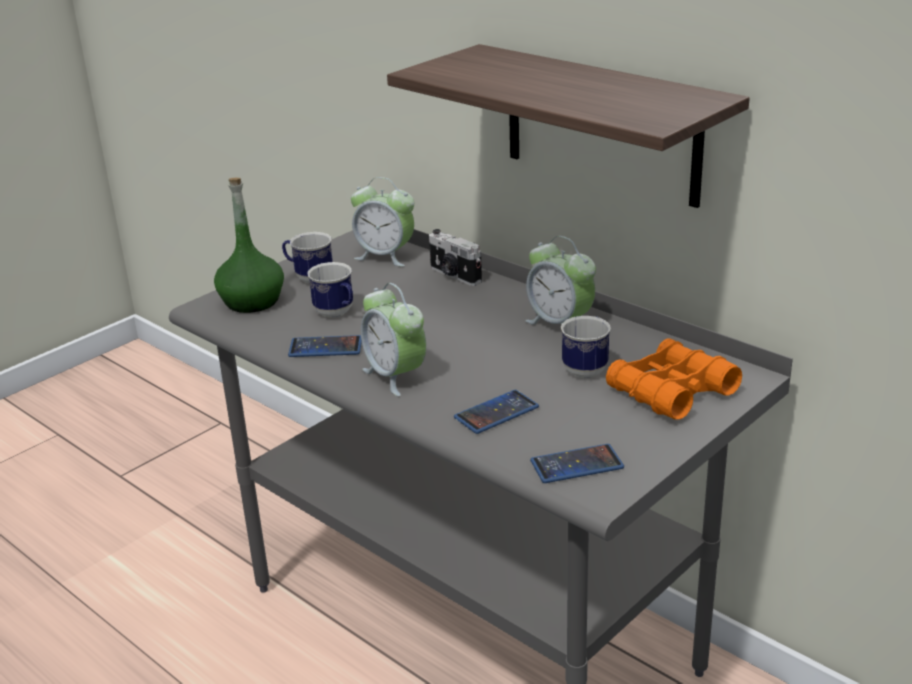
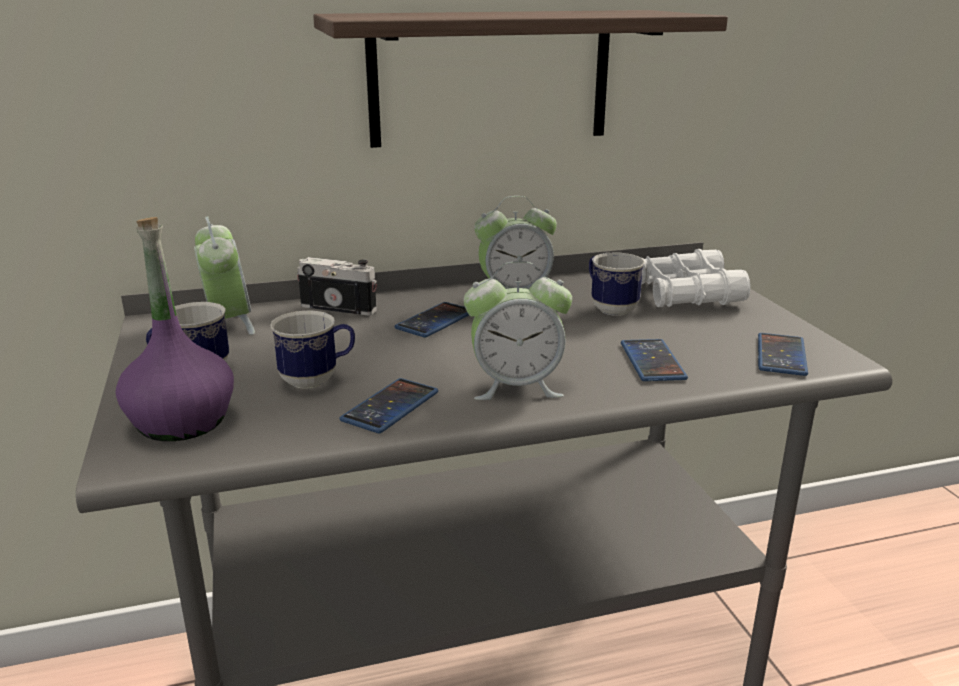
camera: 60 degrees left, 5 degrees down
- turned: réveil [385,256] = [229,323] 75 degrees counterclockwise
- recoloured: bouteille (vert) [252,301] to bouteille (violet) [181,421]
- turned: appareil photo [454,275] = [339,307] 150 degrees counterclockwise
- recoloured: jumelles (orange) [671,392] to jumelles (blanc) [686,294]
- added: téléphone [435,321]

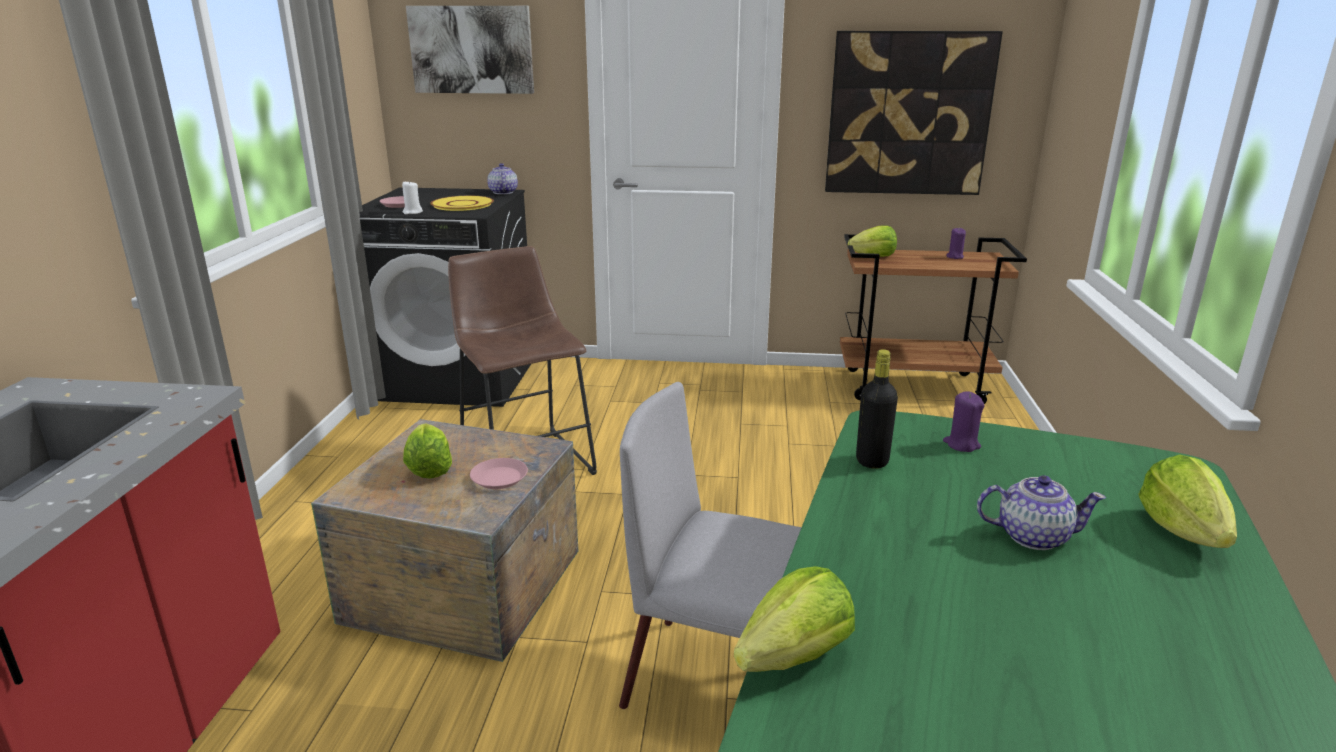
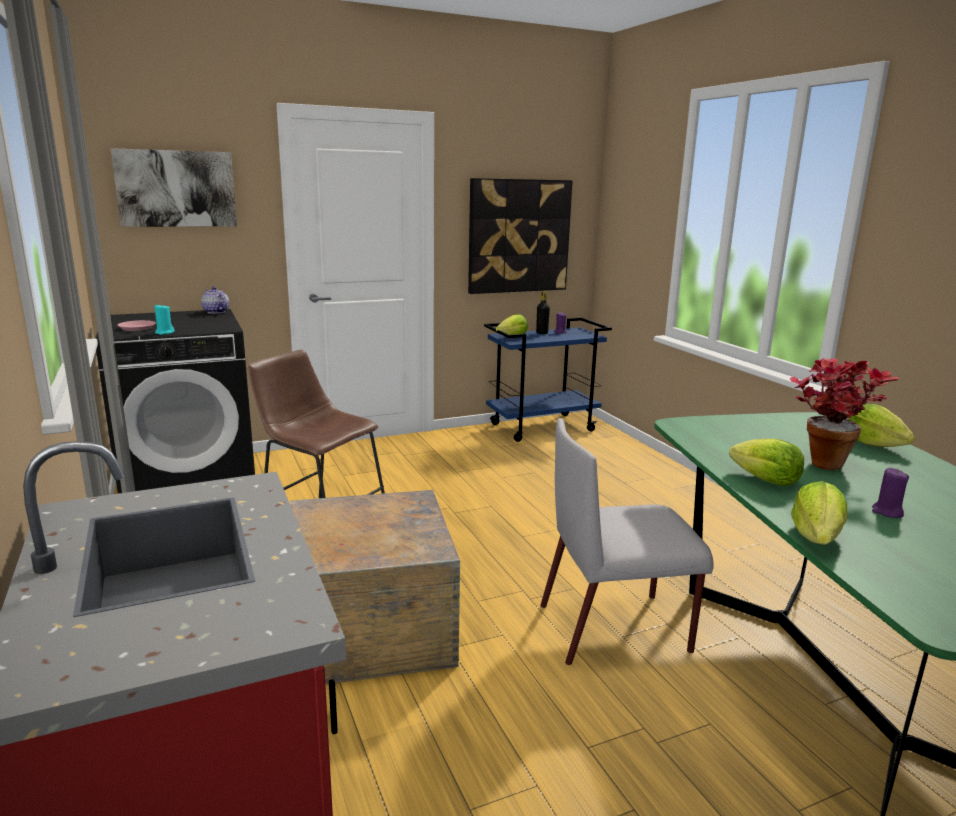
camera: 30 degrees left, 5 degrees down
- recoloured: bougie (blanc) [412,212] to bougie (turquoise) [164,332]
- removed: assiette (jaune) [462,204]
- recoloured: chariot (marron) [914,386] to chariot (bleu) [542,427]
- moved: bouteille (noir) [872,461] to [542,333]
- moved: bougie (violet) [961,444] to [887,512]
- moved: laitue [429,468] to [765,480]
- removed: assiette (rose) [499,478]
- replaced: théière [1032,536] to plante en pot [824,460]

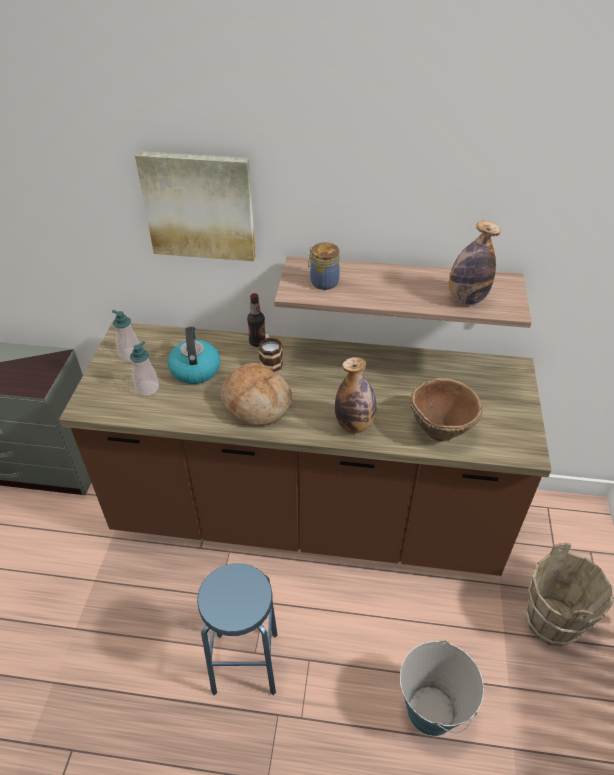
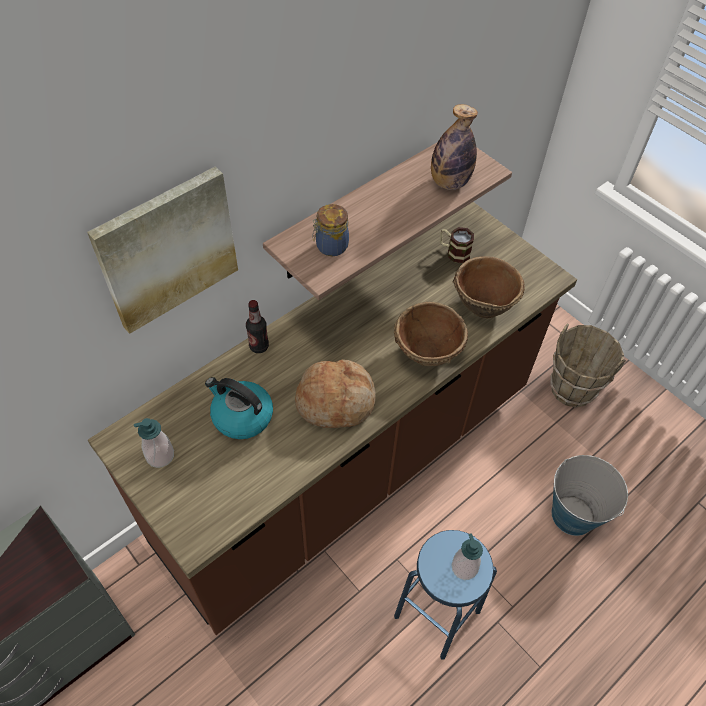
camera: 50 degrees left, 10 degrees up
- moved: mug [270,361] to [453,252]
- moved: distributeur de savon [147,388] to [464,567]
- replaced: bouteille [354,425] to bol (marron) [427,353]

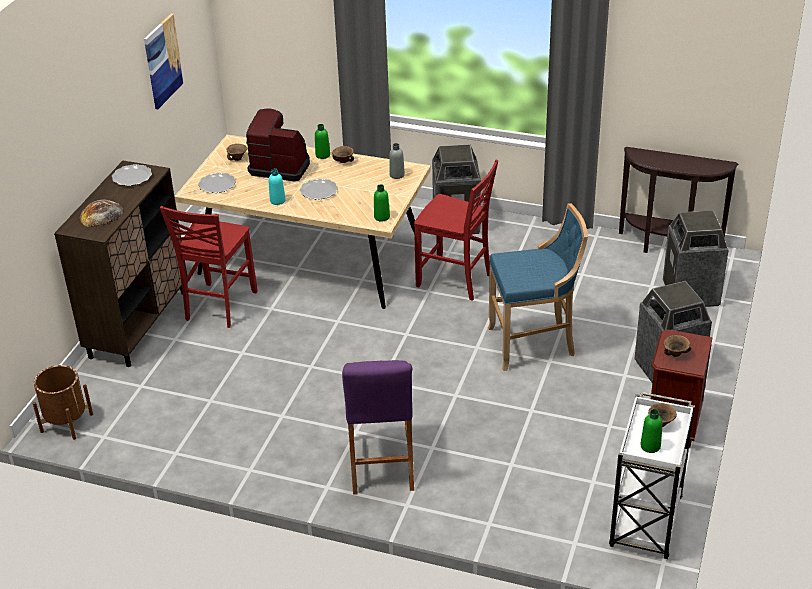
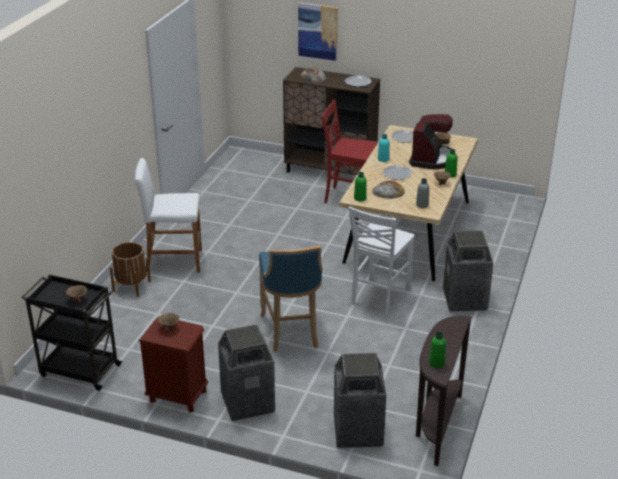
camera: 90 degrees right, 5 degrees down
- moved: tableau [163,61] to [318,31]
- recoloured: chaise (rouge) [455,280] to chaise (blanc) [379,297]
- recoloured: tabouret (violet) [381,463] to tabouret (blanc) [174,261]
- moved: cache-pot (marron) [67,423] to [131,286]
- recoloured: chariot (blanc) [645,524] to chariot (noir) [79,370]
- moved: bouteille (vert) [650,446] to [436,363]
- added: pain [388,191]

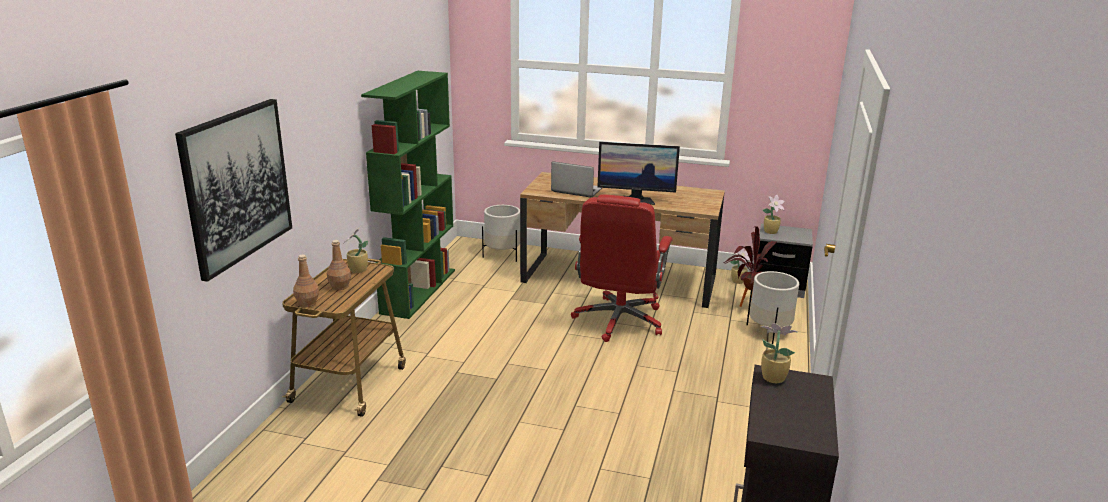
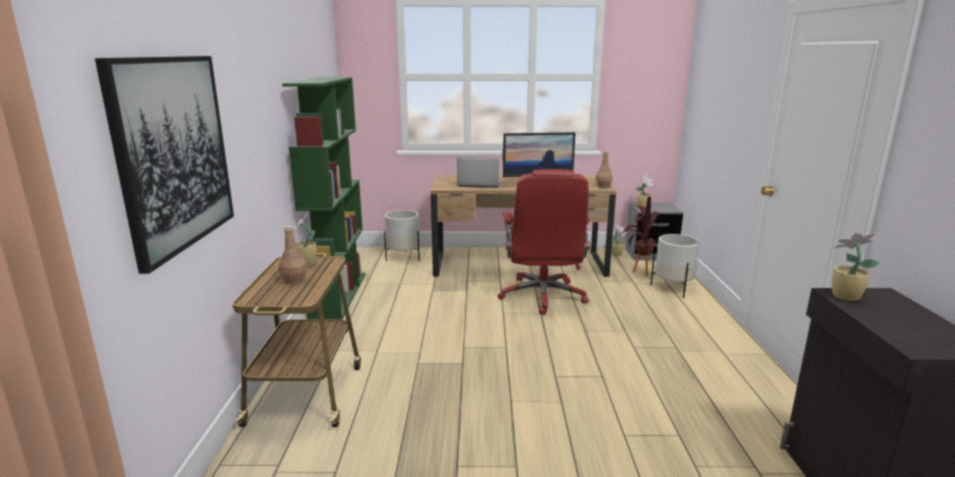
camera: 15 degrees left, 5 degrees down
- moved: bouteille (marron) [307,303] to [603,186]

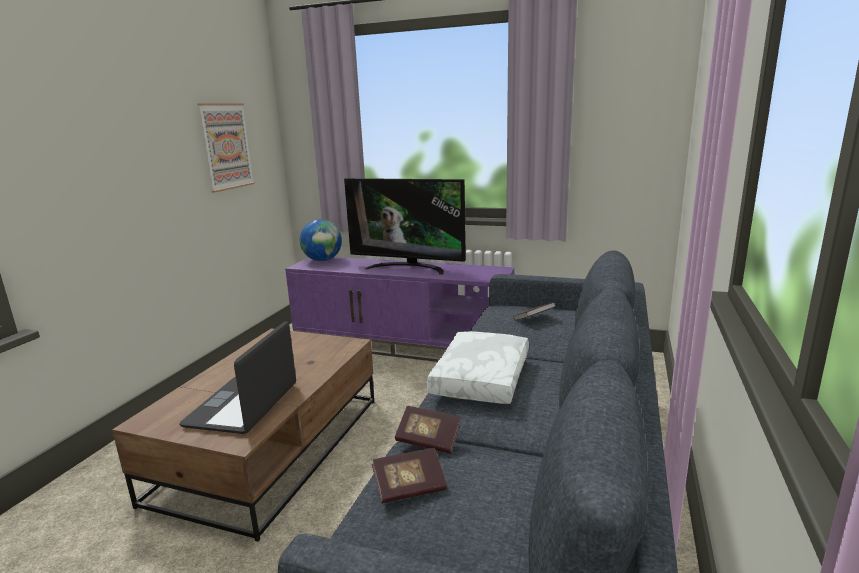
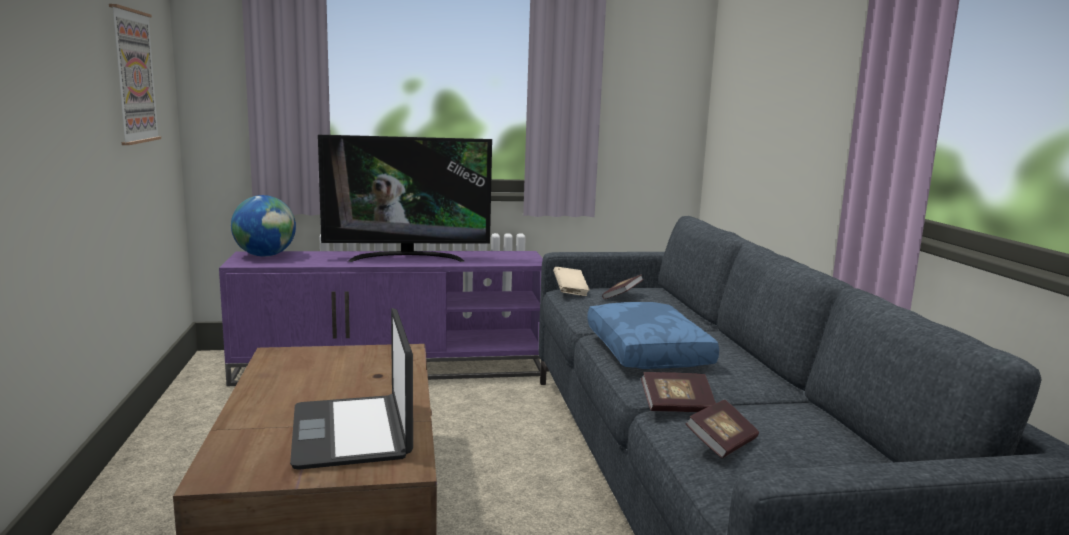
camera: 30 degrees left, 5 degrees down
- recoloured: coussin (blanc) [483,379] to coussin (bleu) [649,351]
- added: livre (beige) [570,291]

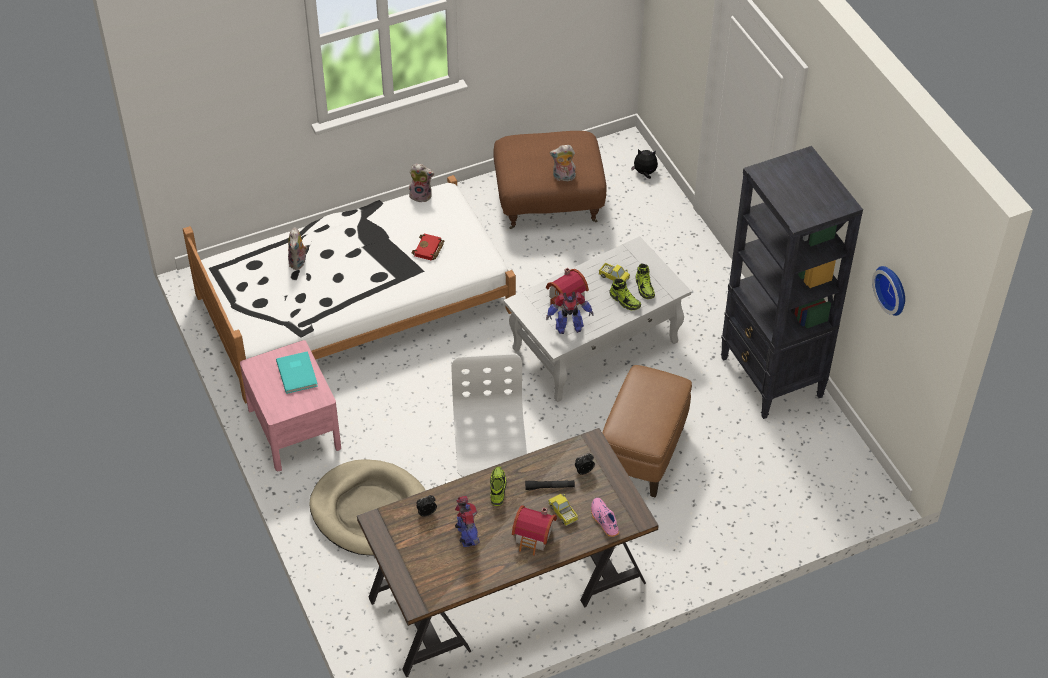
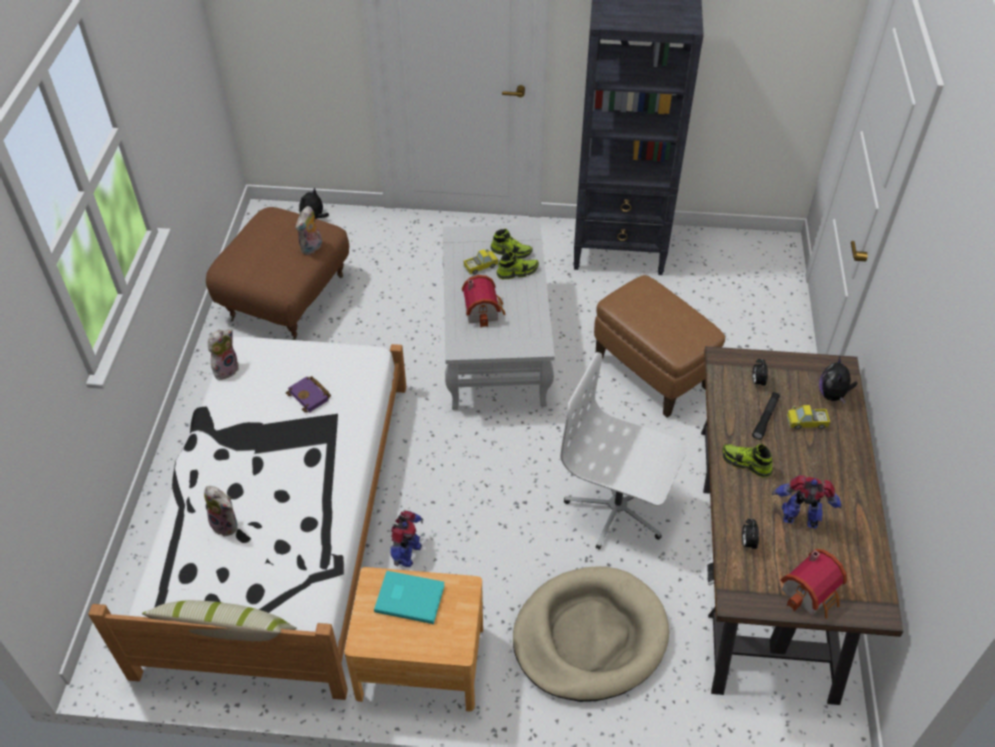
camera: 60 degrees left, 0 degrees up
- recoloured: livre (rouge) [429,250] to livre (violet) [310,396]
- removed: horloge murale [893,289]
- moved: robot jouet [568,327] to [407,553]
- recoloured: table de chevet (rose) [294,428] to table de chevet (marron) [420,662]
- replaced: chaussure (rose) [603,520] to peluche [832,395]
- moved: maison miniature [534,537] to [812,593]
- added: coussin [227,633]

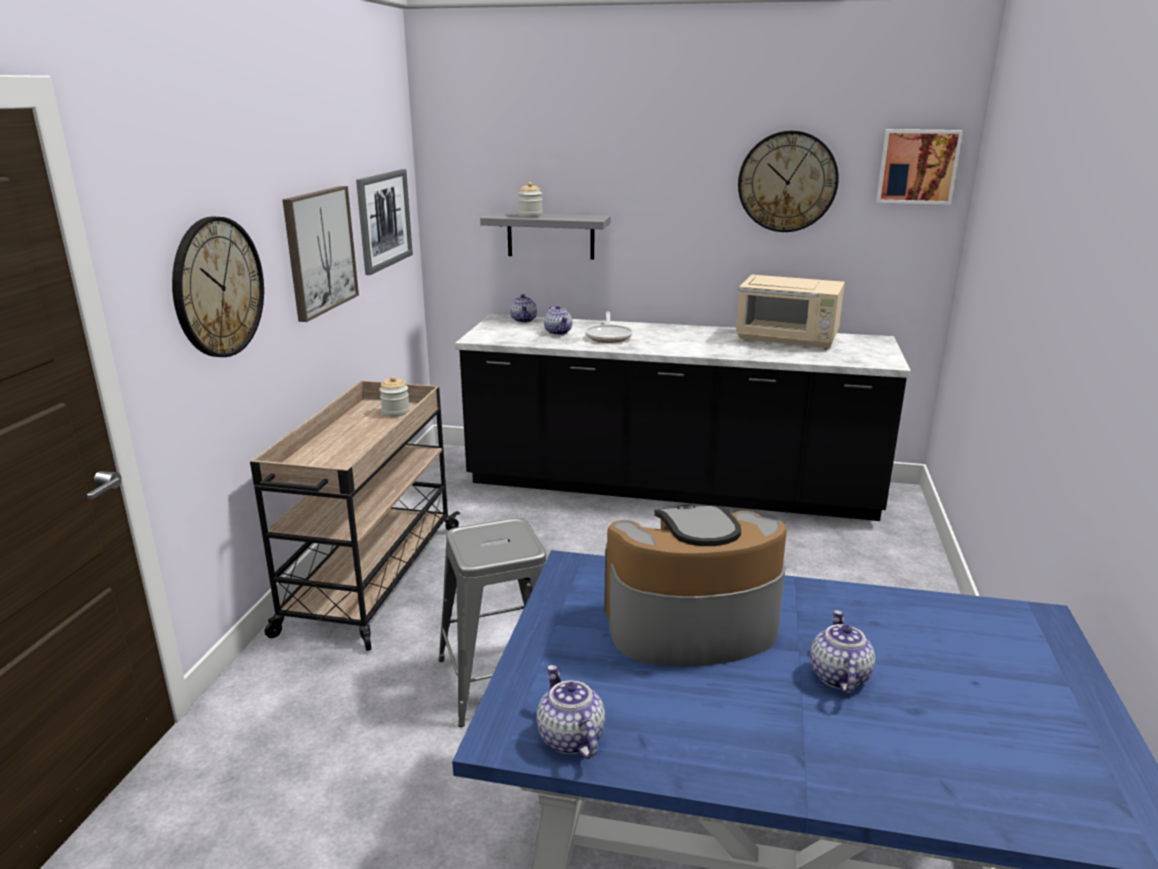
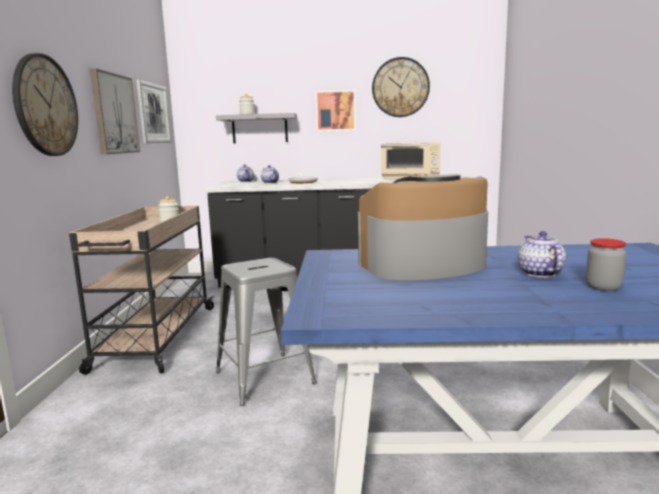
camera: 10 degrees left, 10 degrees down
- moved: tableau [917,166] to [335,111]
- removed: théière [569,737]
- added: bocal [603,287]

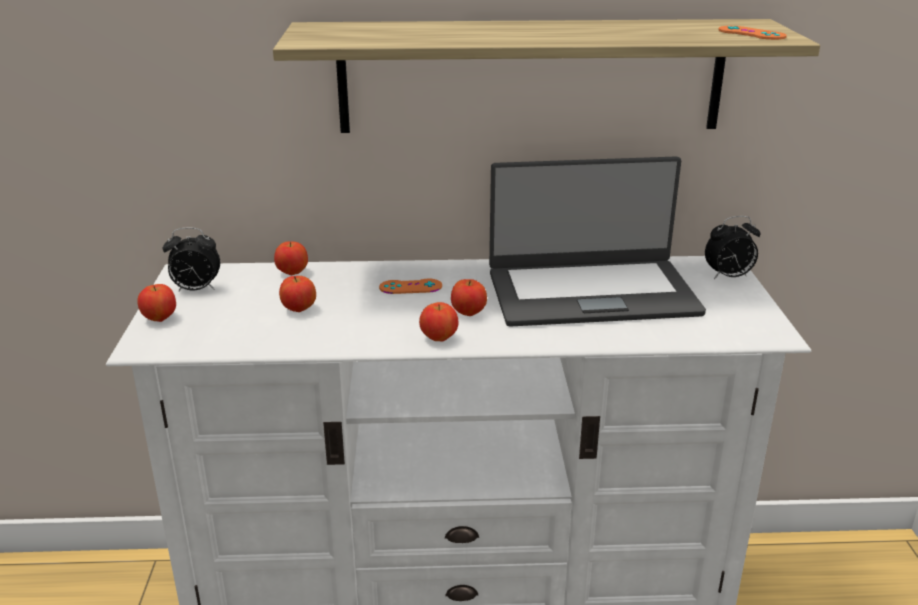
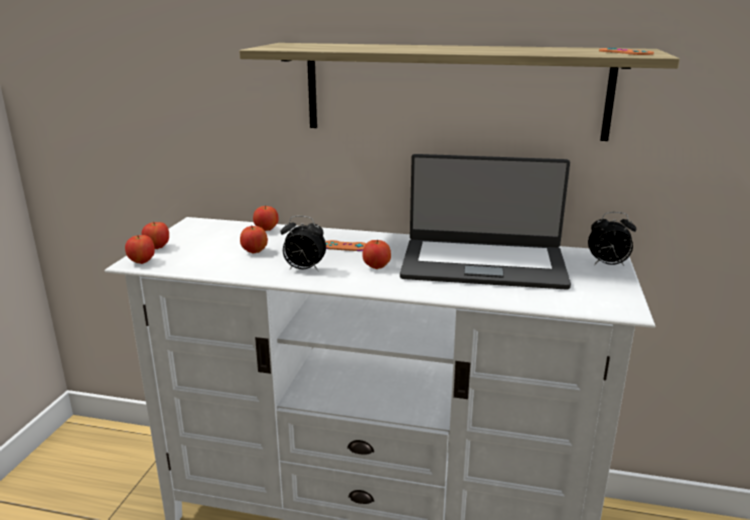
camera: 15 degrees right, 5 degrees down
- moved: réveil [196,290] to [303,269]
- moved: pomme [439,338] to [142,262]

